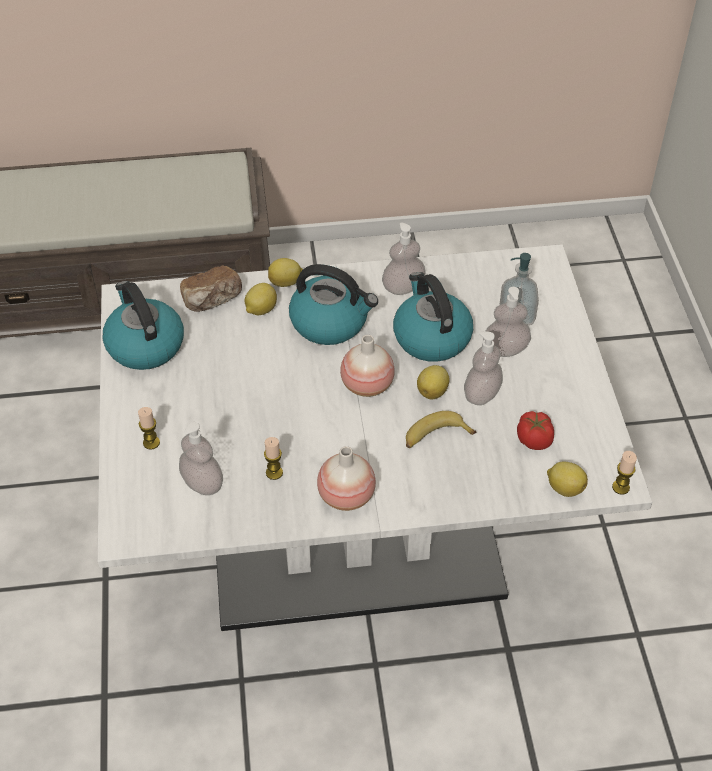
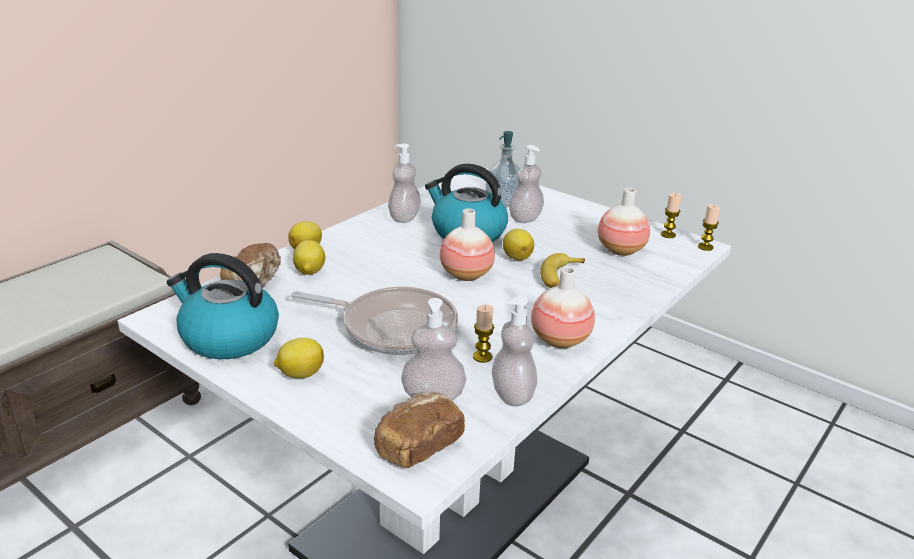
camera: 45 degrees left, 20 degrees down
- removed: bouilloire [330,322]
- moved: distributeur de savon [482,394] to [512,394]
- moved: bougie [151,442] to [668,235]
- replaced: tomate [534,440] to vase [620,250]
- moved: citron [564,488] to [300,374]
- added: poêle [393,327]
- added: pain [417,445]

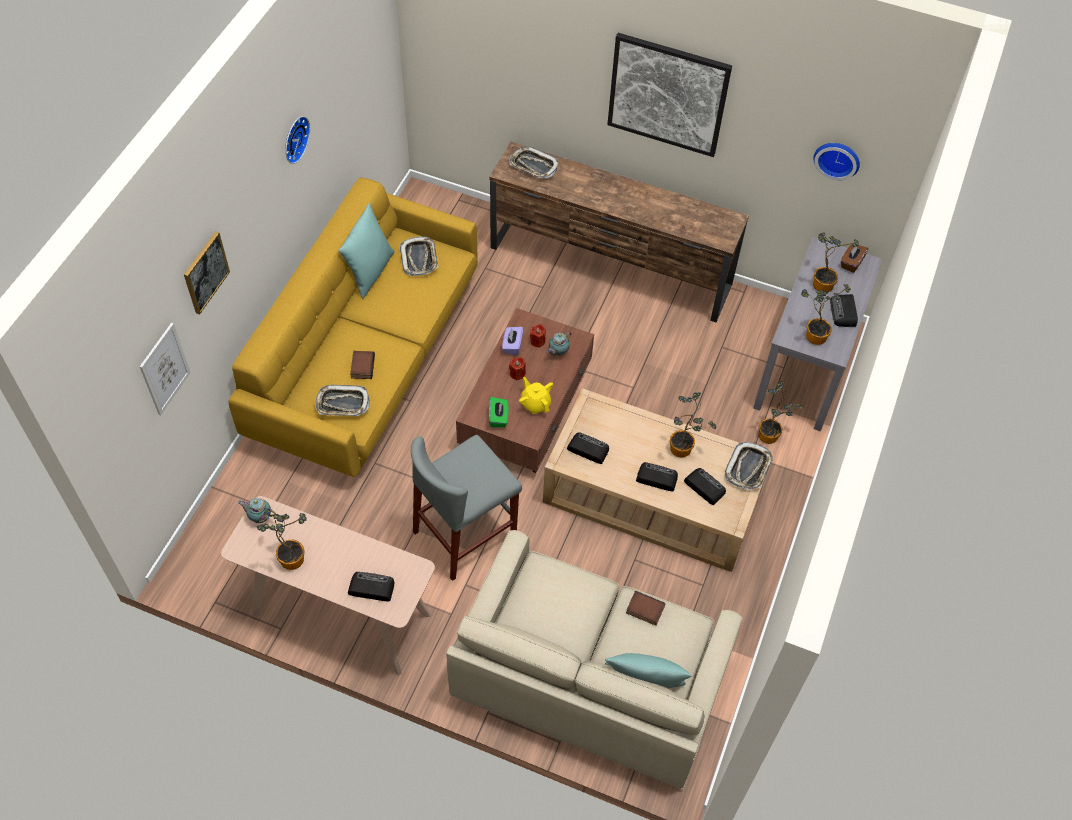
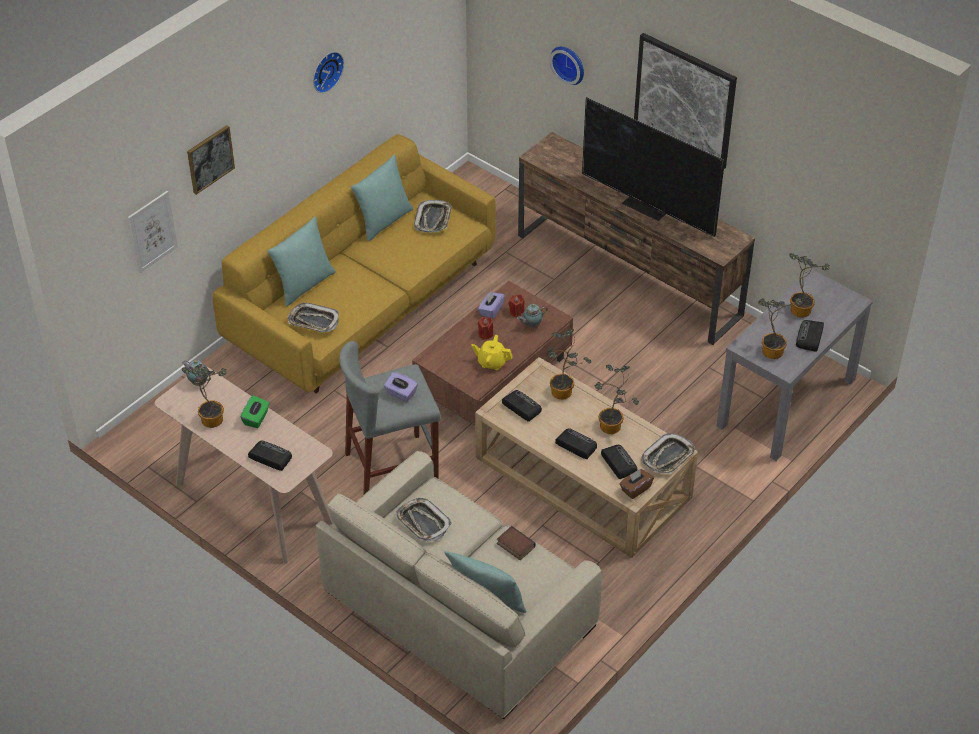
camera: 20 degrees right, 10 degrees down
- moved: horloge murale [837,158] to [569,63]
- moved: plateau [533,165] to [423,522]
- moved: boîte à mouchoirs (marron) [851,263] to [635,489]
- removed: livre [362,366]
- turned: théière (jaune) [535,403] = [492,362] 60 degrees counterclockwise
- moved: plante en pot [771,435] to [564,393]
- moved: boîte à mouchoirs (vert) [498,418] to [256,418]
- added: téléviseur [647,206]
- added: coussin (turquoise) [304,285]
- added: boîte à mouchoirs (violet) [401,393]

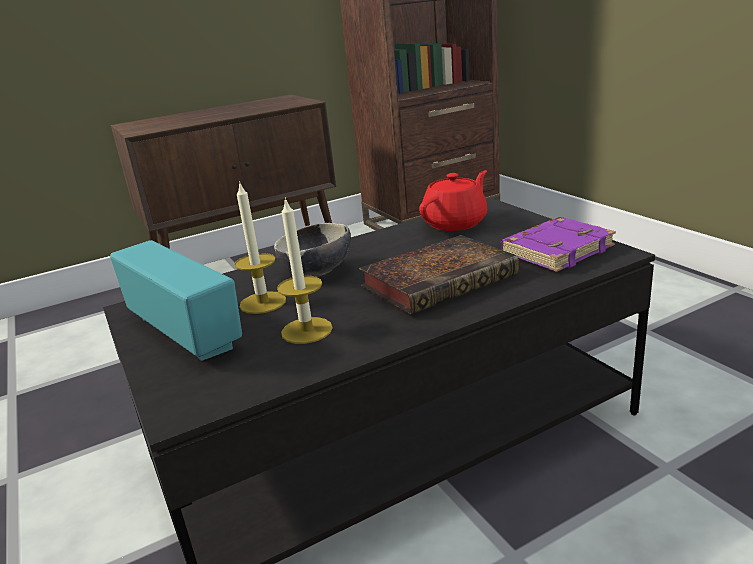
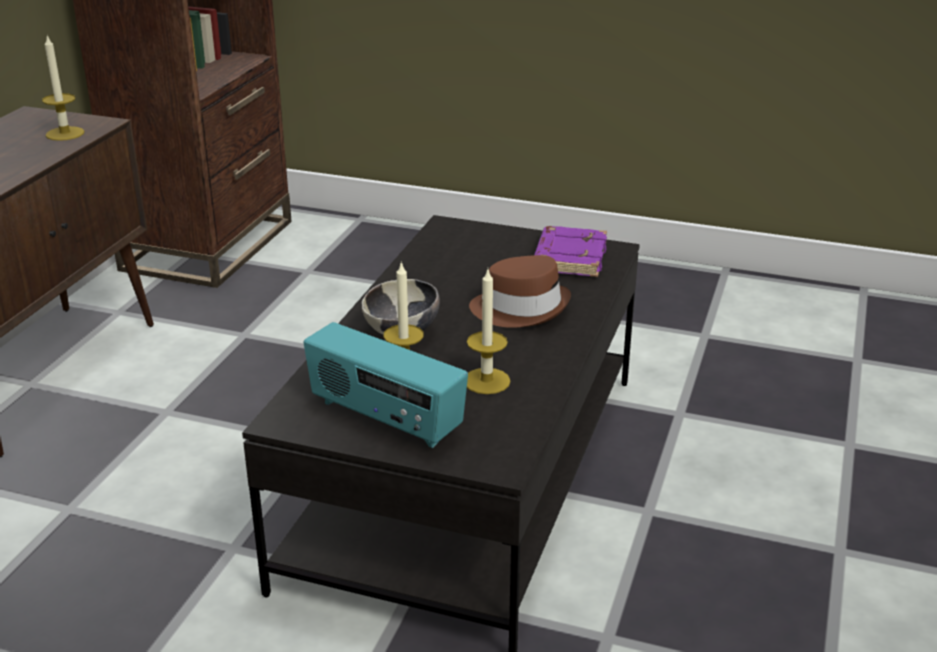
camera: 45 degrees left, 5 degrees up
- removed: théière (rouge) [456,223]
- replaced: livre [441,280] to chapeau (marron) [521,308]
- turned: radio [186,332] = [385,419] 150 degrees counterclockwise
- added: bougie [65,133]

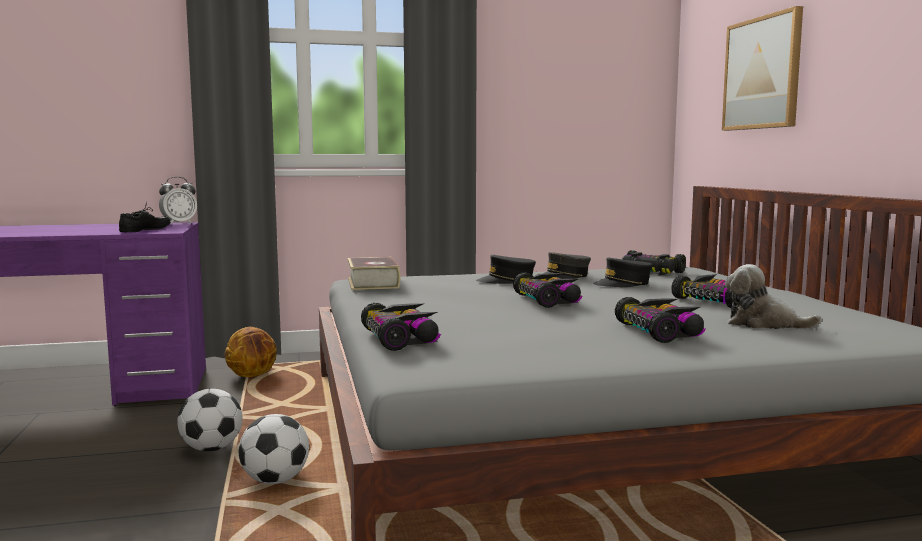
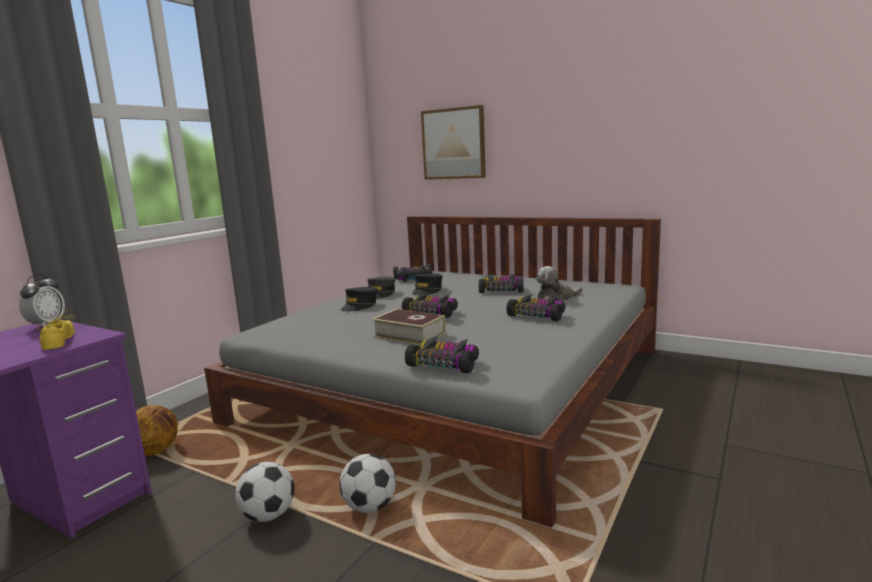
camera: 45 degrees left, 5 degrees up
- recoloured: chaussure (noir) [147,230] to chaussure (jaune) [61,340]
- moved: livre [373,283] to [409,335]

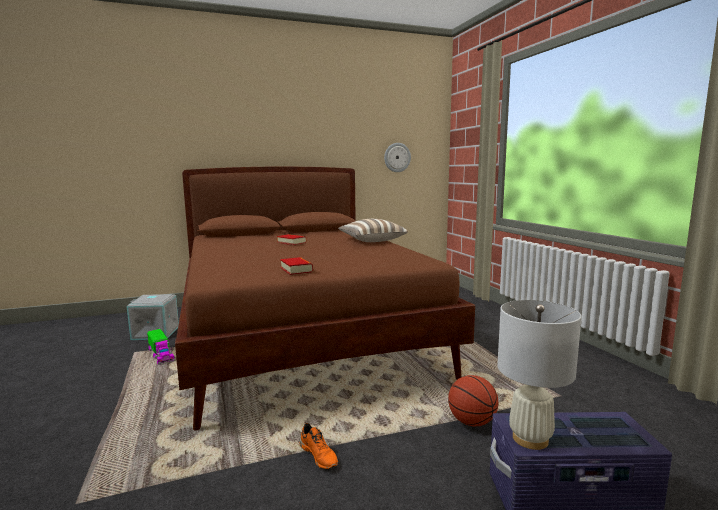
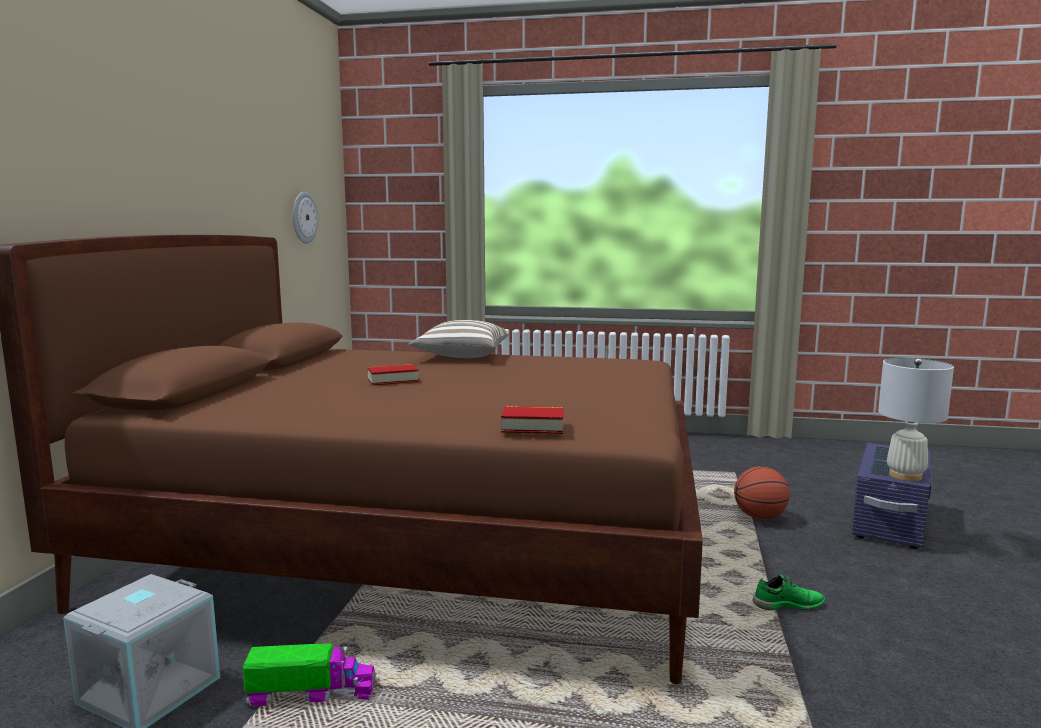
camera: 60 degrees left, 0 degrees up
- moved: livre [296,270] to [533,427]
- recoloured: chaussure (orange) [319,455] to chaussure (vert) [787,604]

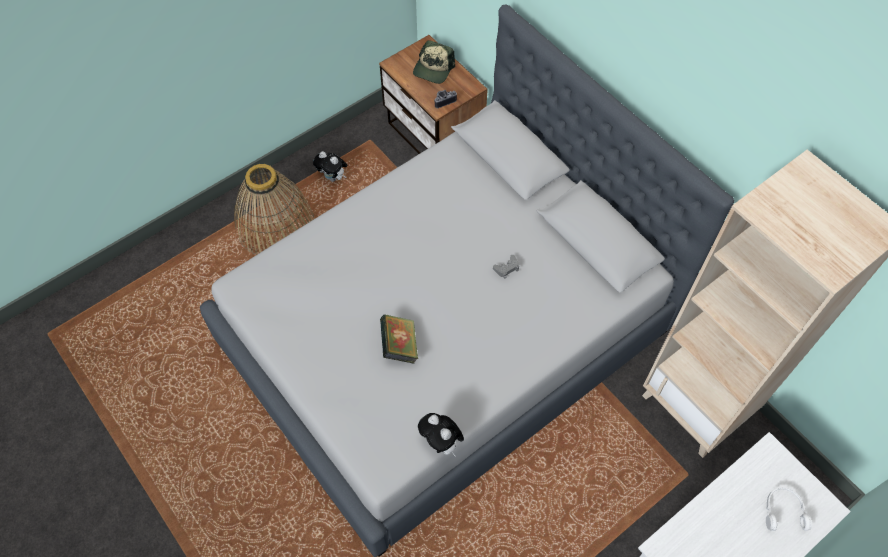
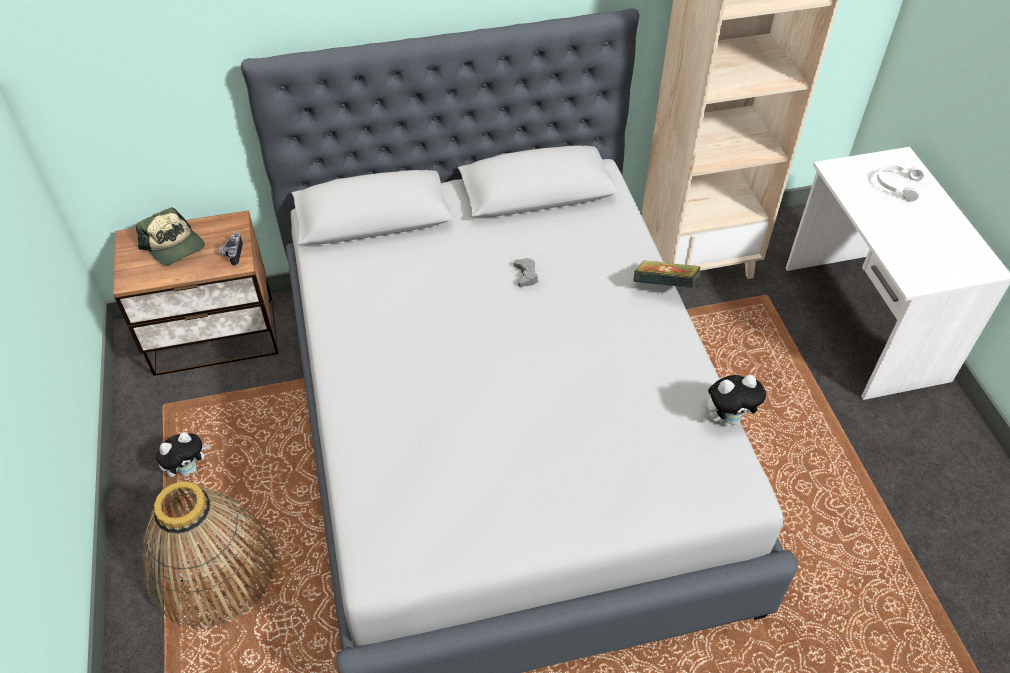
camera: 65 degrees left, 10 degrees down
- moved: livre [399,345] to [664,287]

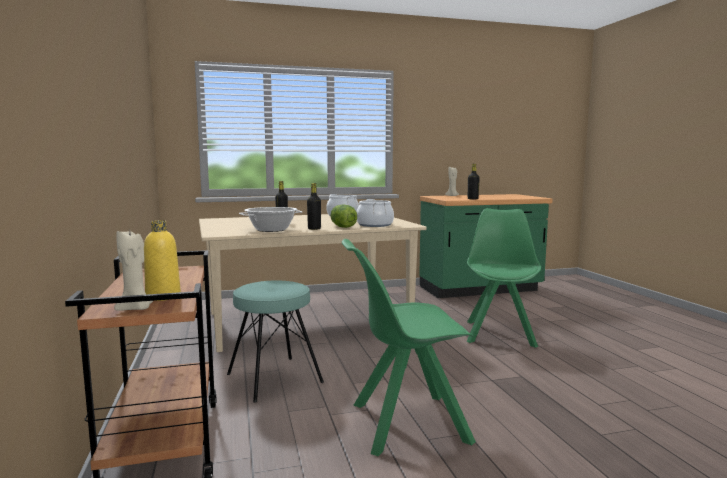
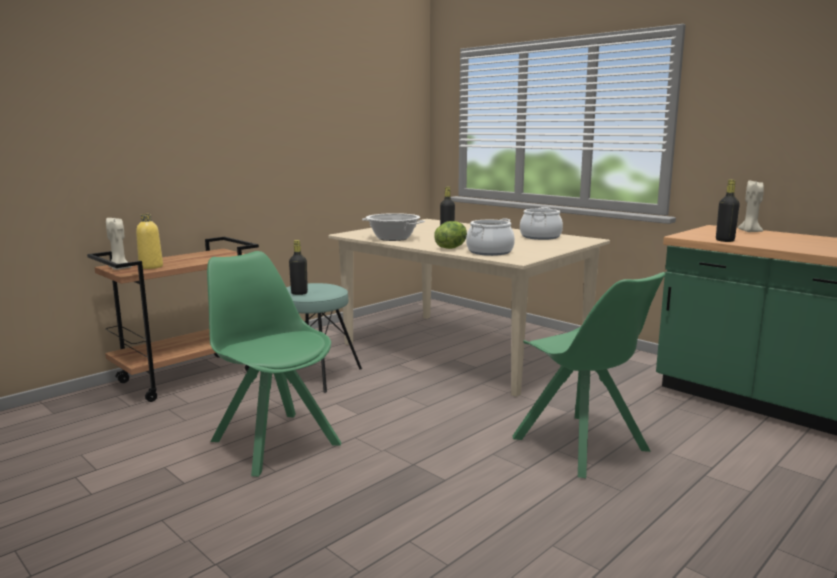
camera: 60 degrees right, 5 degrees up
- moved: bouteille (noir) [314,229] to [299,293]
- turned: chaise (vert) [500,333] = [582,446] 75 degrees clockwise

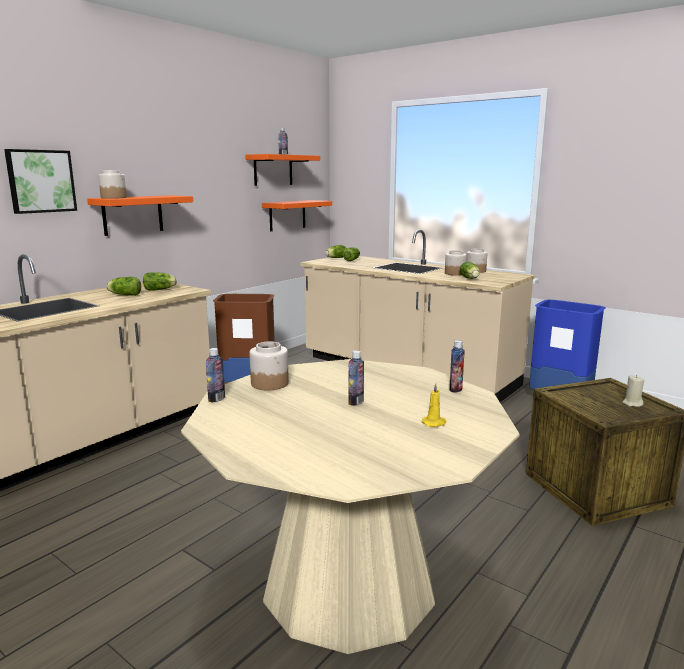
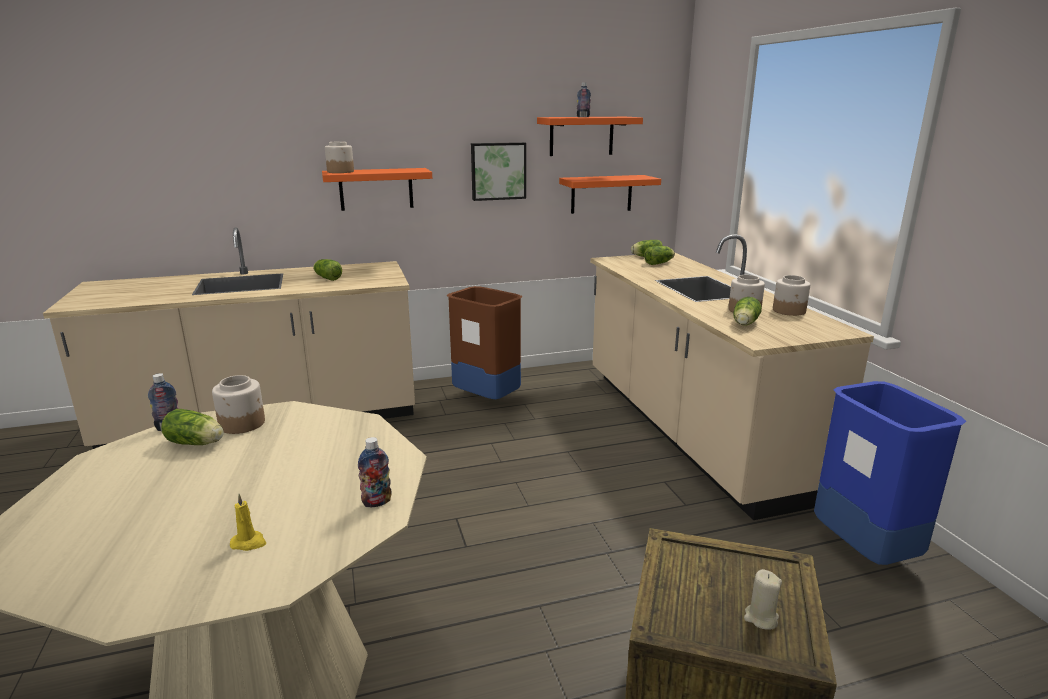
camera: 35 degrees right, 5 degrees up
- moved: tableau [40,181] to [498,171]
- moved: laitue [160,289] to [197,443]
- removed: bouteille [356,402]

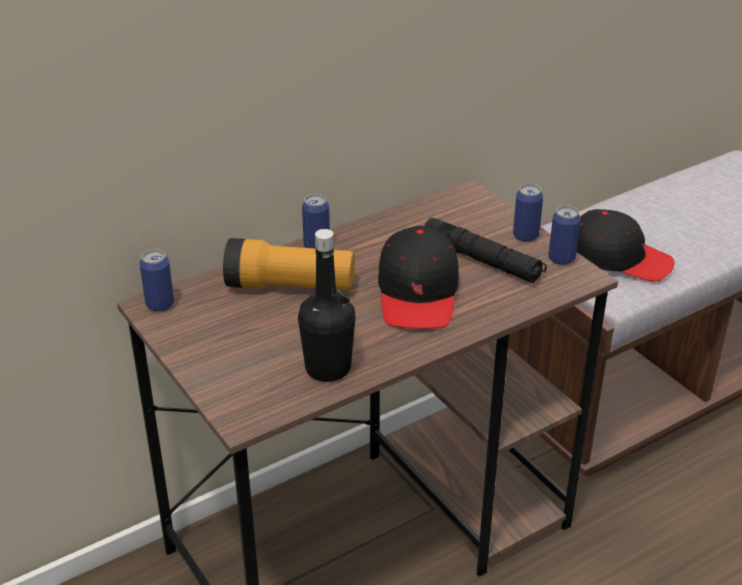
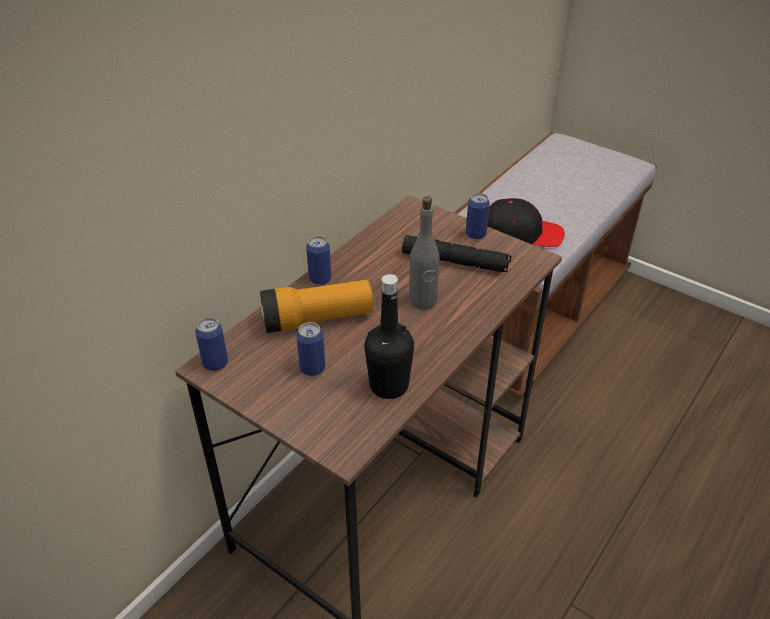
camera: 20 degrees left, 5 degrees up
- moved: boîte métallique [561,259] to [312,368]
- replaced: casquette (noir) [418,293] to bouteille (gris) [423,301]

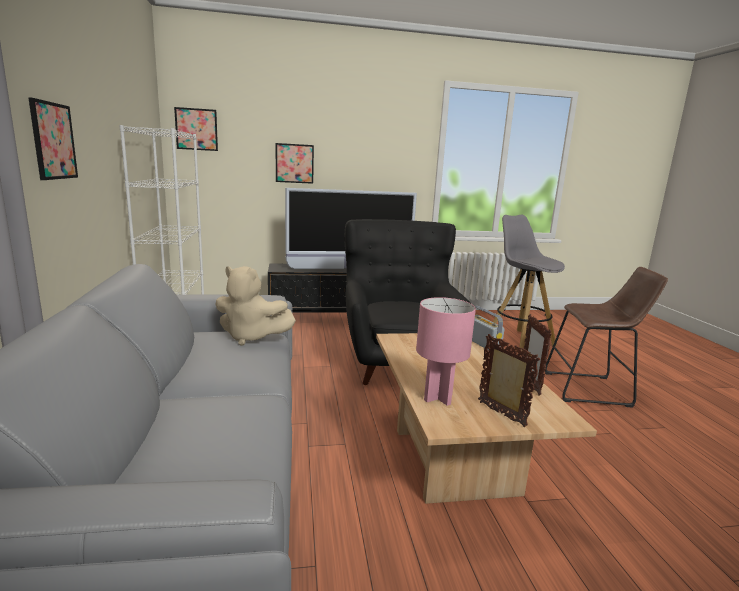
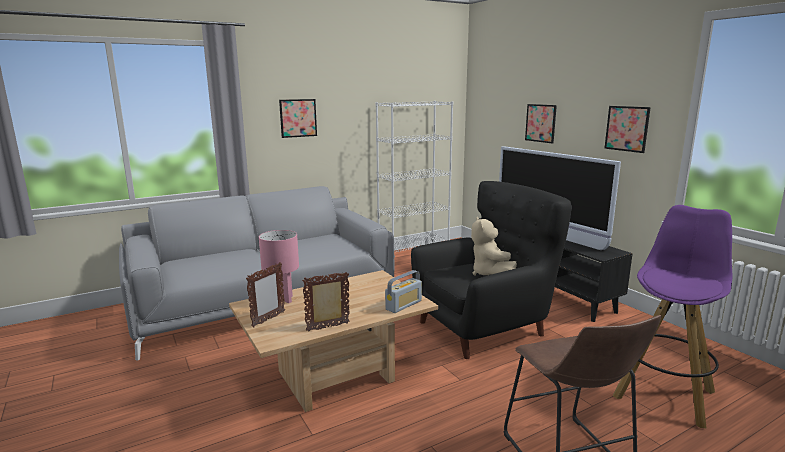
camera: 70 degrees right, 0 degrees up
- moved: tableau [196,129] to [627,128]
- recoloured: tabouret (gris) [518,341] to tabouret (violet) [664,393]
- moved: peluche (beige) [251,337] to [490,274]

